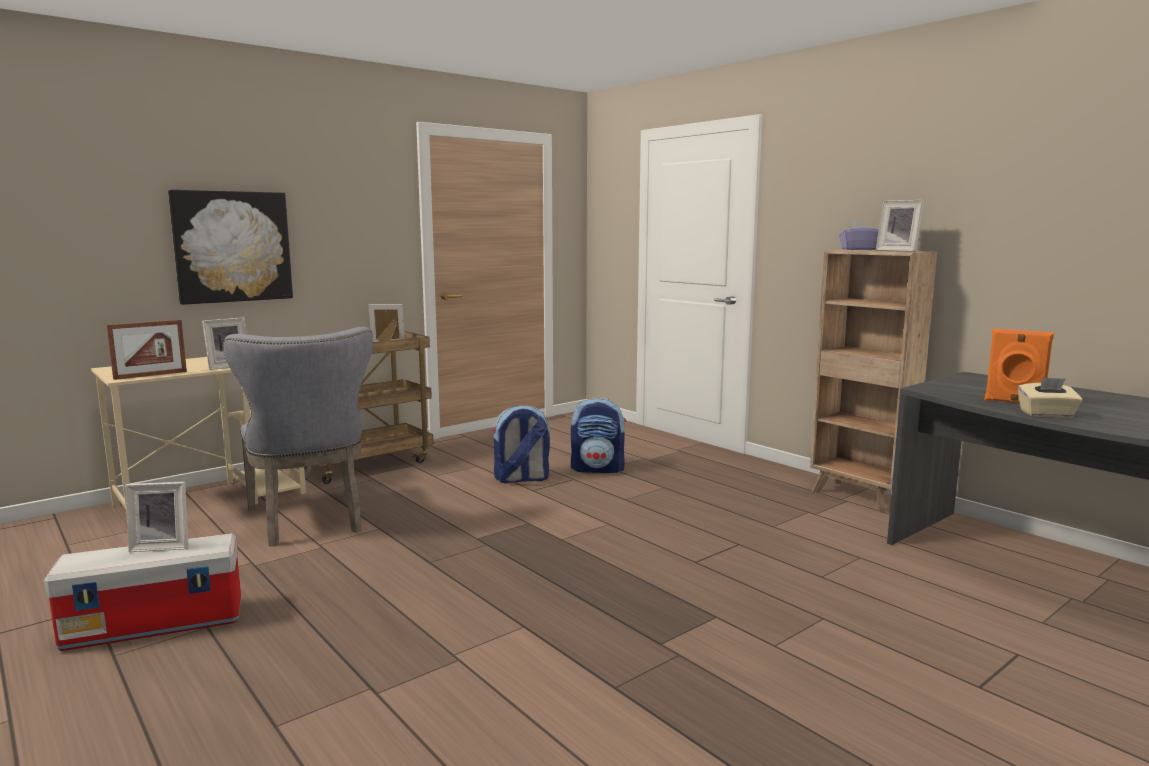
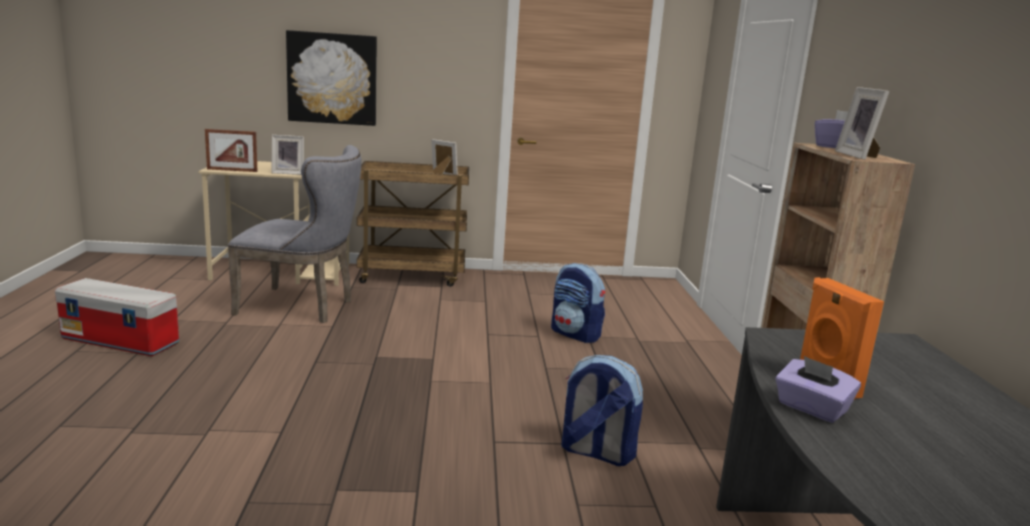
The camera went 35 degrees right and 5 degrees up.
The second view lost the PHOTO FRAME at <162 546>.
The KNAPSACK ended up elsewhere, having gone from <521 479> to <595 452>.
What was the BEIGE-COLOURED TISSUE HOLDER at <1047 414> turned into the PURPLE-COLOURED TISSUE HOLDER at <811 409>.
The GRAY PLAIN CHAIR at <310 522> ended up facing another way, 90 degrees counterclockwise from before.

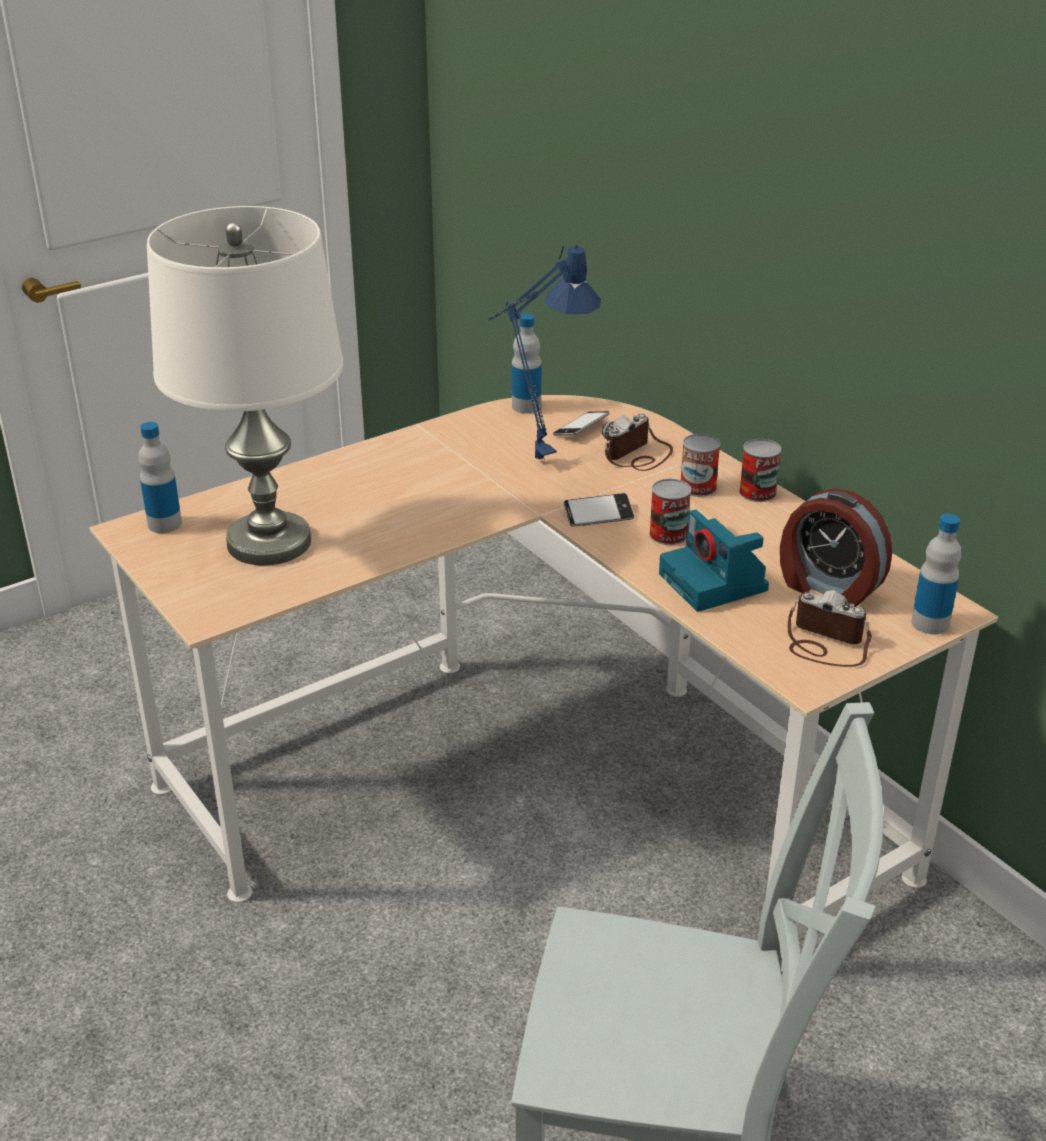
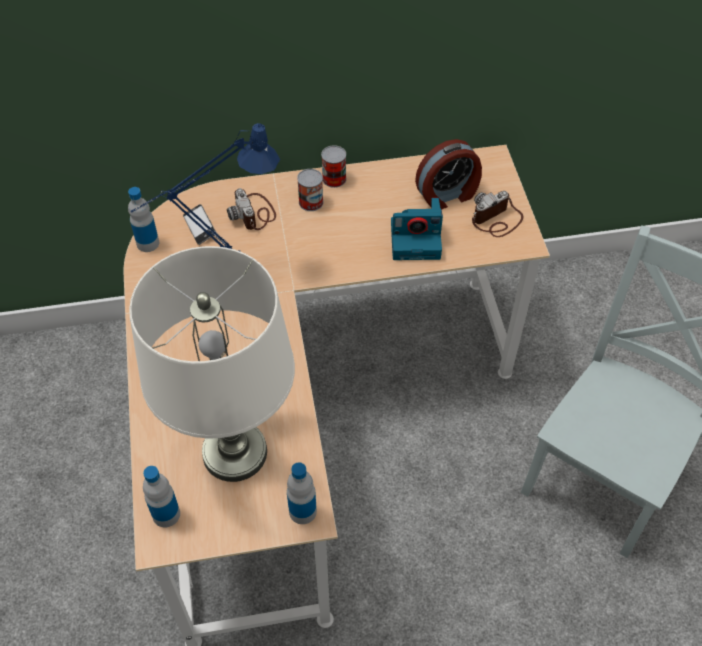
The camera went 65 degrees left and 20 degrees up.
The second view lost the PHONE at <598 515>.
The second view lost the METAL CAN at <668 534>.
The BOTTLE ended up elsewhere, having gone from <930 623> to <302 511>.

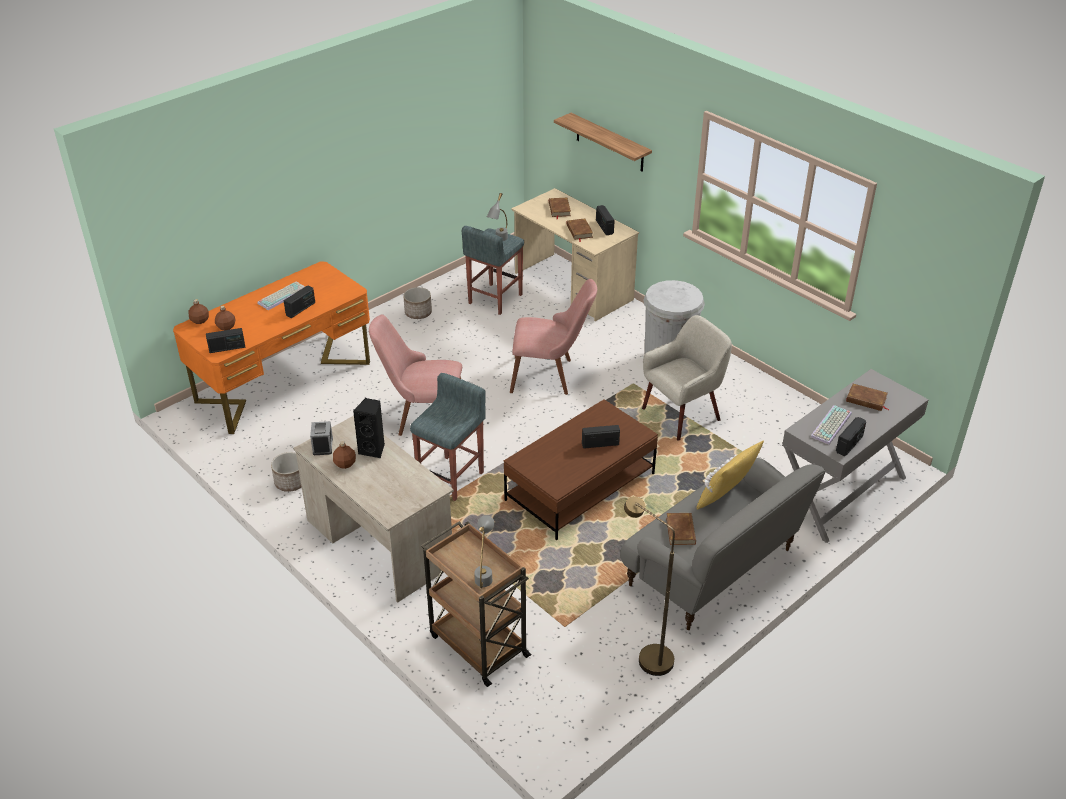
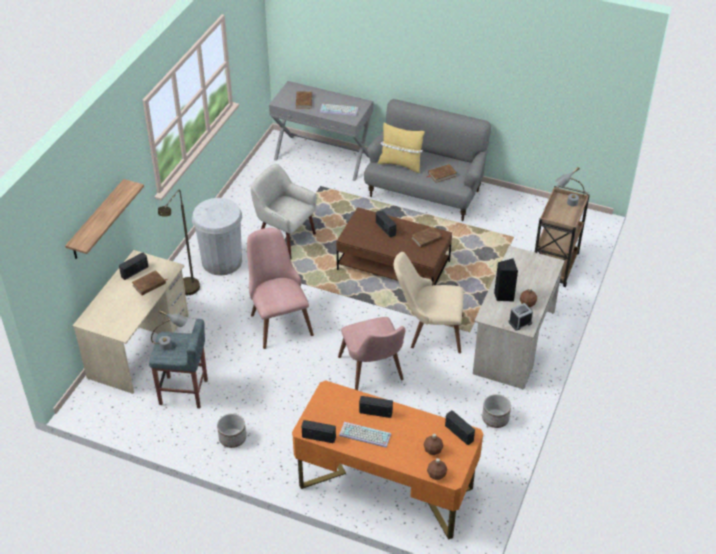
The camera went 115 degrees left and 5 degrees up.
The BROWN BOUND BOOK ended up elsewhere, having gone from <559 209> to <426 239>.
The BROWN STANDARD LAMP ended up elsewhere, having gone from <647 656> to <186 292>.
The RADIO ended up elsewhere, having gone from <849 444> to <319 437>.
Where the GRAY SITTING STOOL stood at <451 478>, the BEIGE-COLOURED PLAIN CHAIR came to stand at <428 331>.

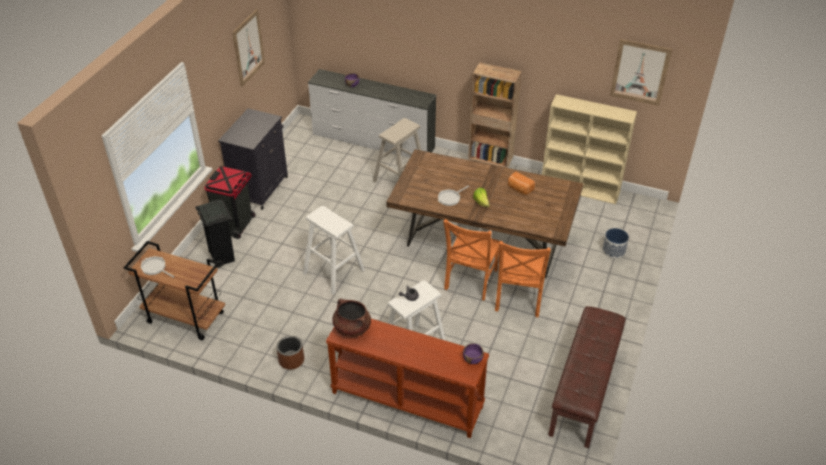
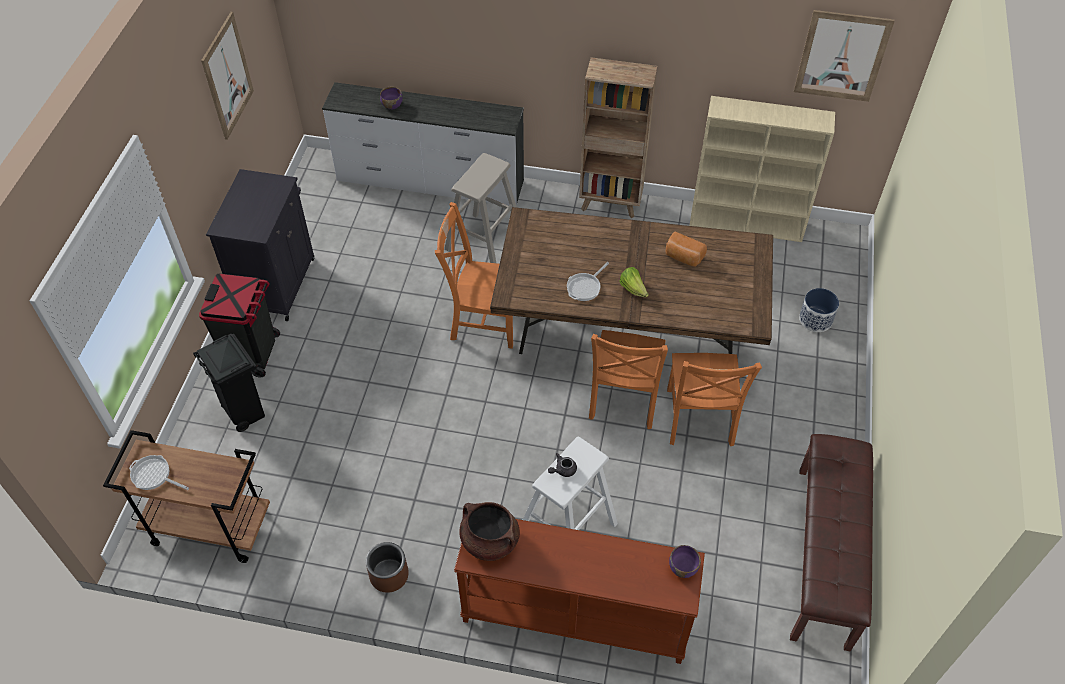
The camera went 10 degrees left and 10 degrees up.
The second view lost the WHITE SITTING STOOL at <334 271>.
The second view gained the ORANGEY PLAIN CHAIR at <483 320>.

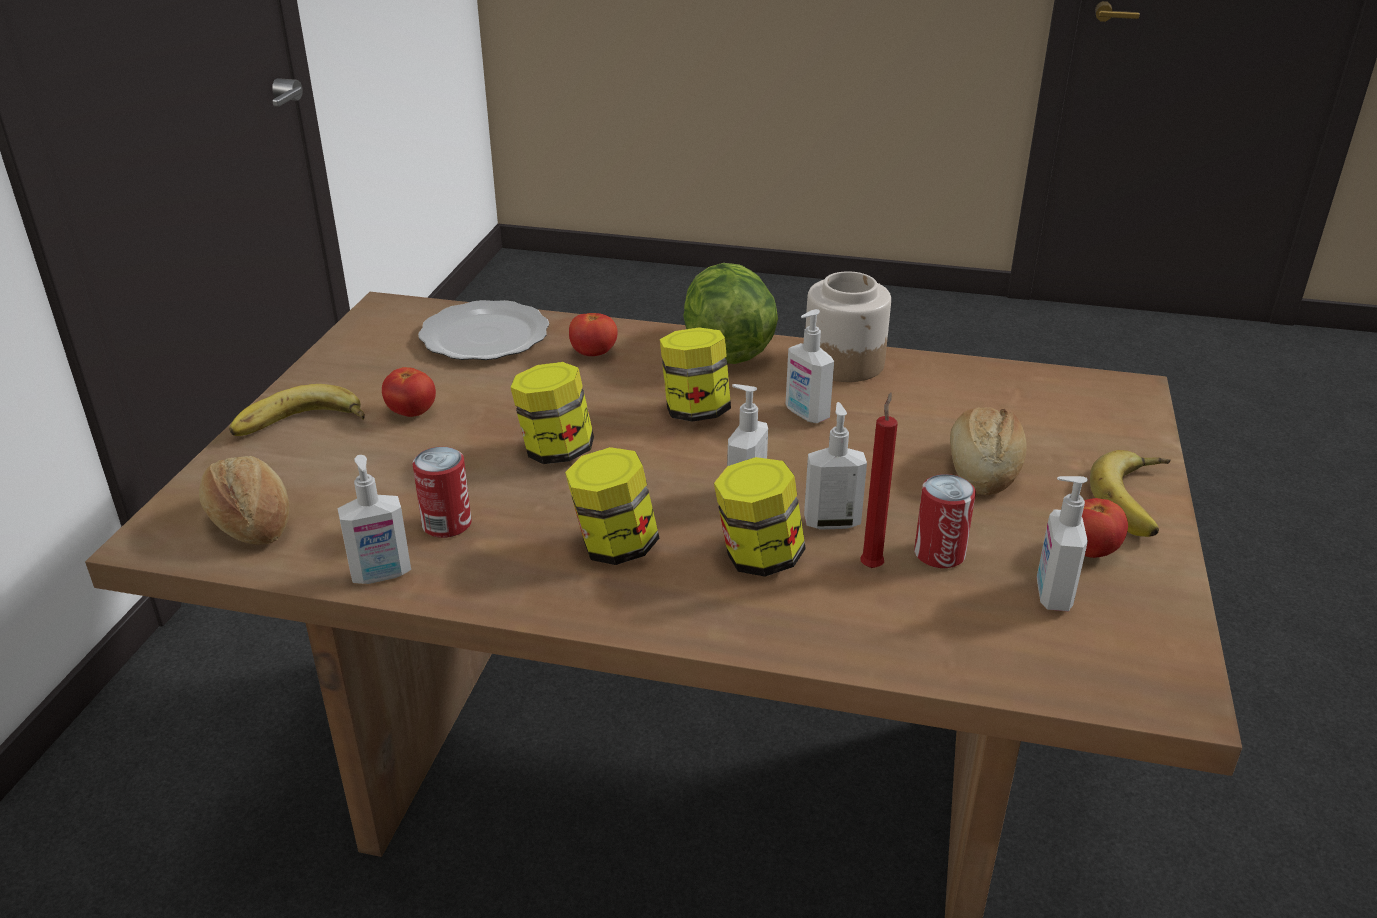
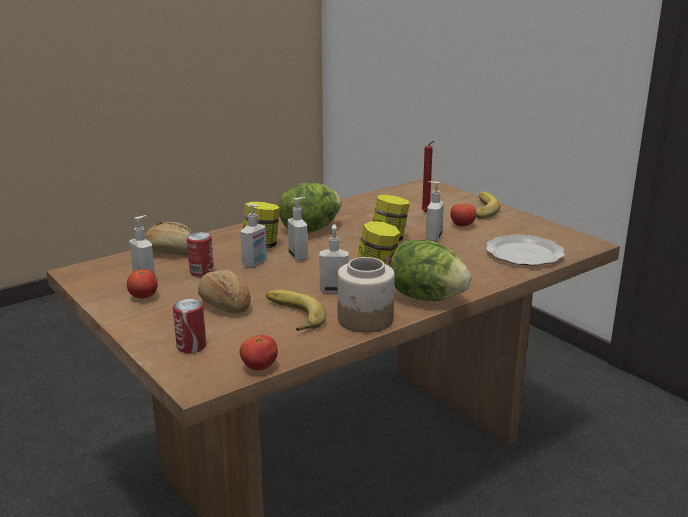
The camera went 130 degrees right and 10 degrees down.
The BAKERY BREAD ended up elsewhere, having gone from <249 521> to <169 252>.
The SOAP BOTTLE ended up elsewhere, having gone from <381 575> to <433 237>.
The METAL CAN ended up elsewhere, having gone from <447 524> to <191 346>.
The FRESH TOMATO ended up elsewhere, having gone from <594 354> to <259 367>.
The RED WAX CANDLE ended up elsewhere, having gone from <872 565> to <426 213>.
The BANANA ended up elsewhere, having gone from <1141 501> to <290 316>.
Where the STORAGE JAR stood at <614 547>, the LETTUCE HEAD came to stand at <310 230>.

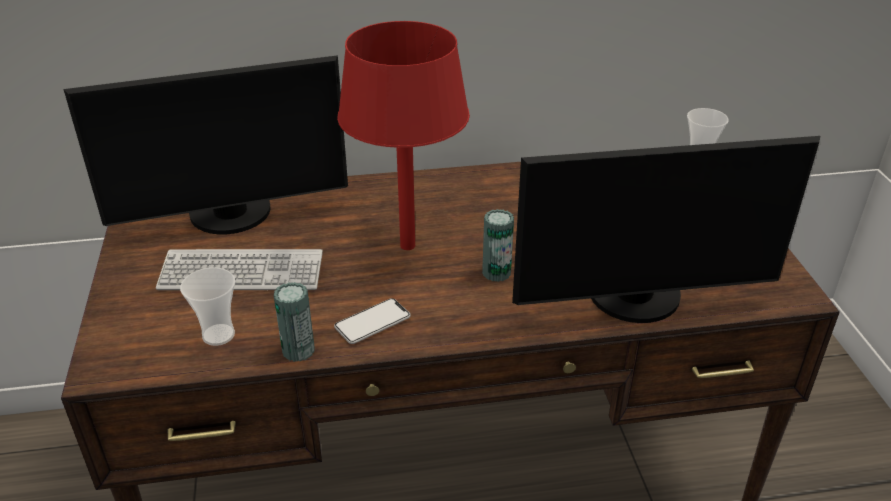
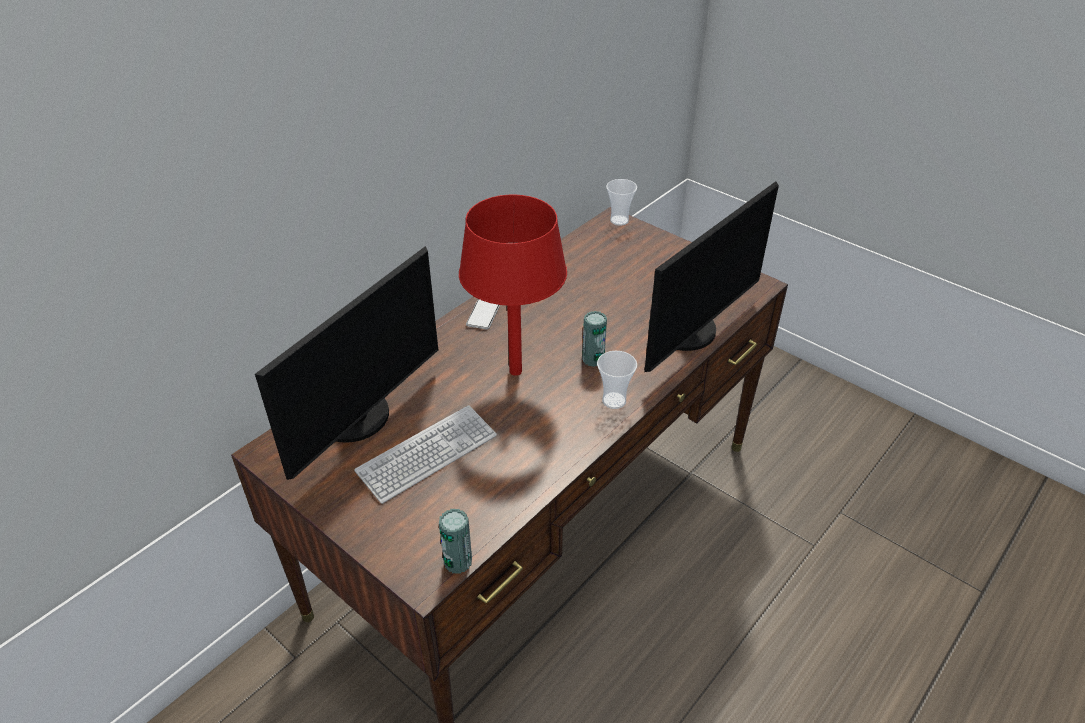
The camera went 40 degrees left and 5 degrees up.
The SMALL CUP ended up elsewhere, having gone from <218 335> to <614 400>.
The METAL CAN ended up elsewhere, having gone from <298 350> to <458 561>.
The PHONE ended up elsewhere, having gone from <372 322> to <484 313>.

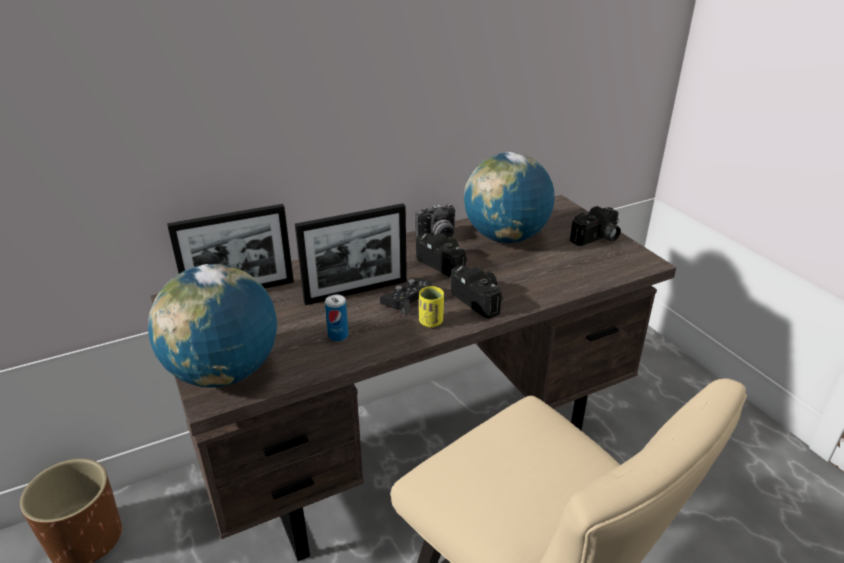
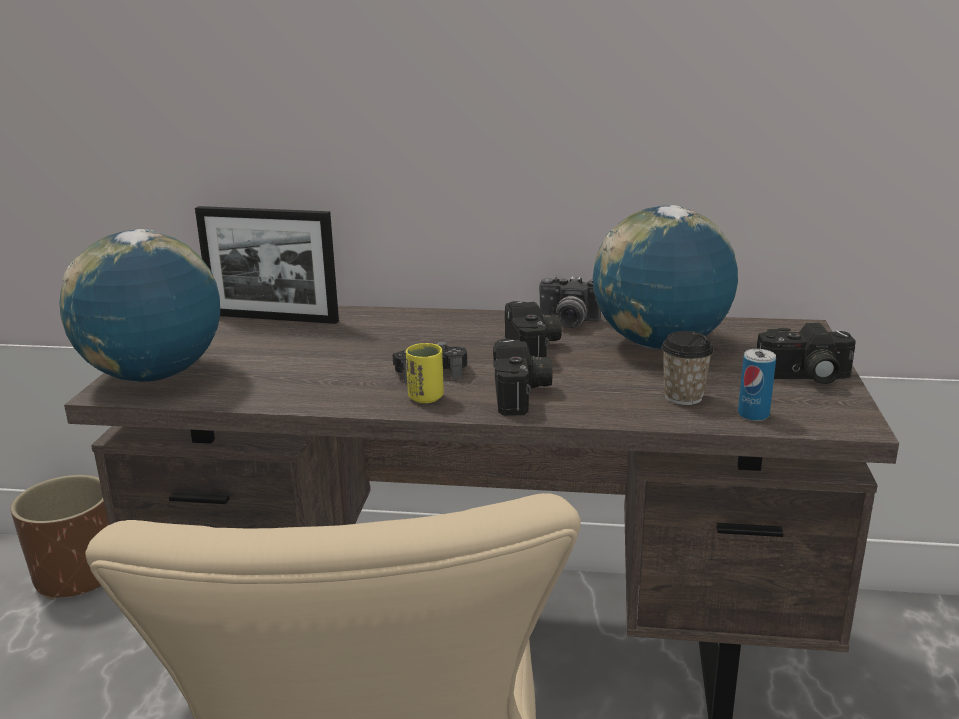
The camera went 35 degrees right and 10 degrees down.
The second view lost the PHOTO FRAME at <356 291>.
The second view gained the SMALL CUP at <683 397>.
The METAL CAN ended up elsewhere, having gone from <338 336> to <753 415>.

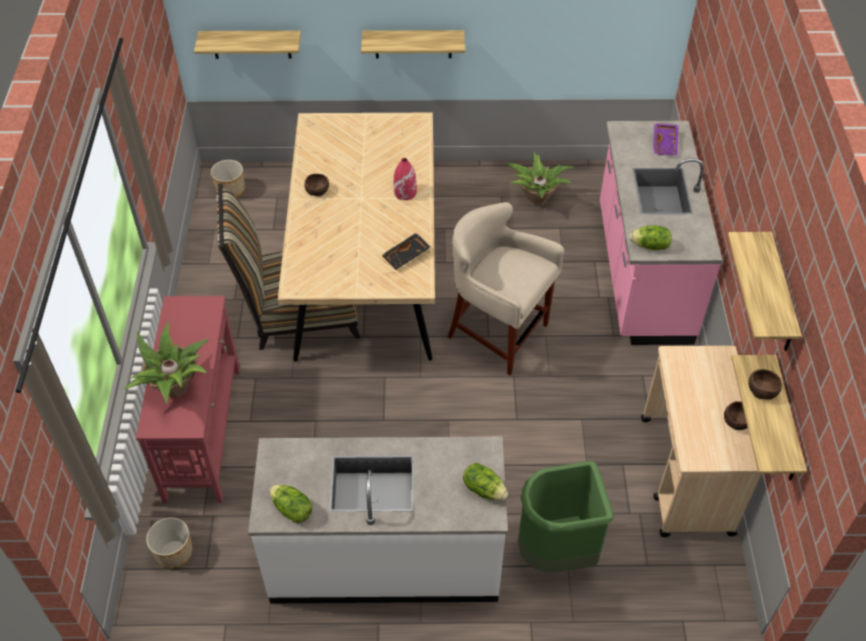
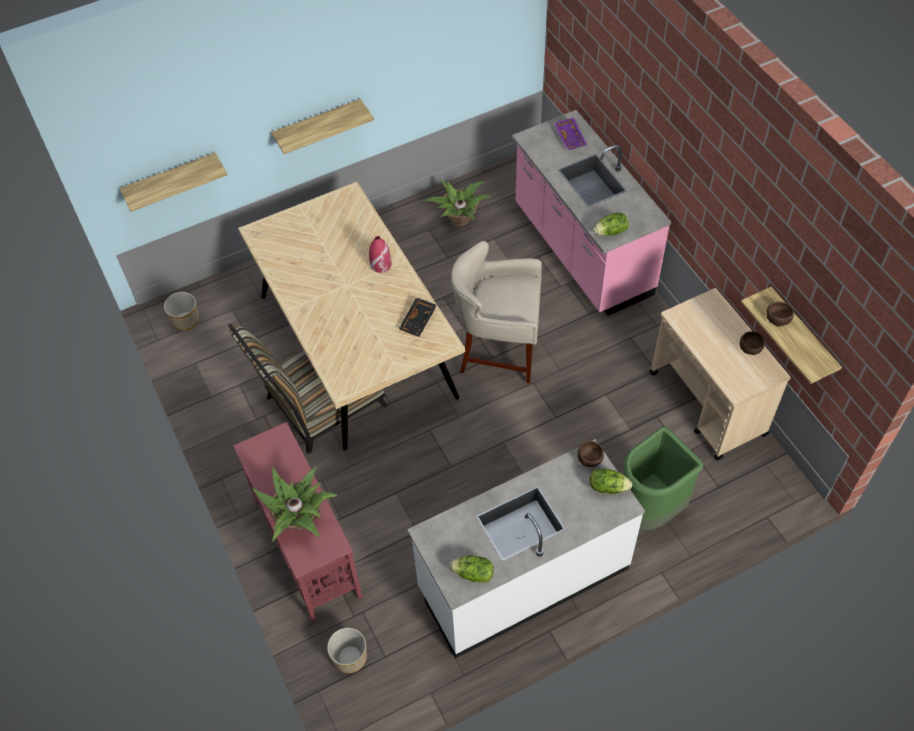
The camera went 25 degrees left and 5 degrees up.
The second view lost the SHELF at <780 296>.
The BROWN BOWL ended up elsewhere, having gone from <318 190> to <590 458>.

